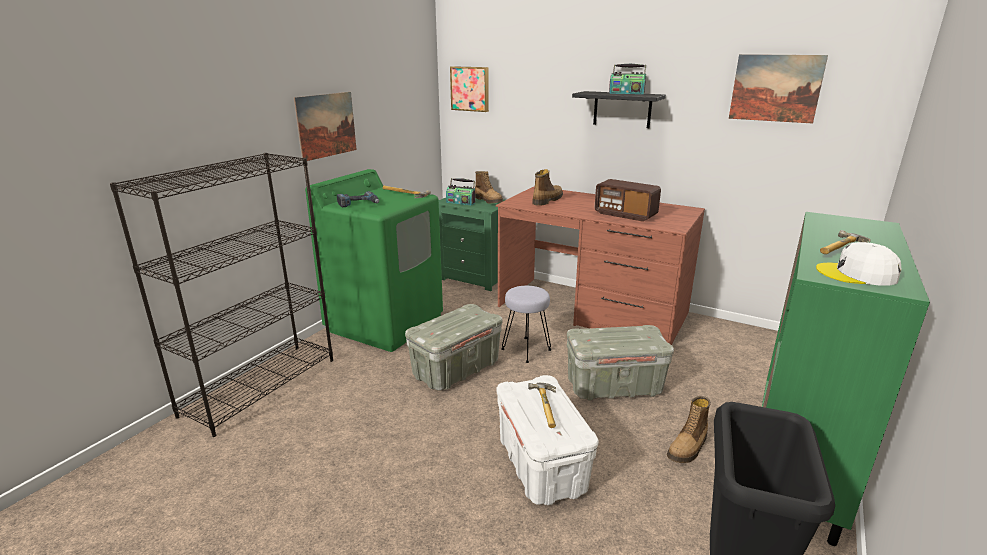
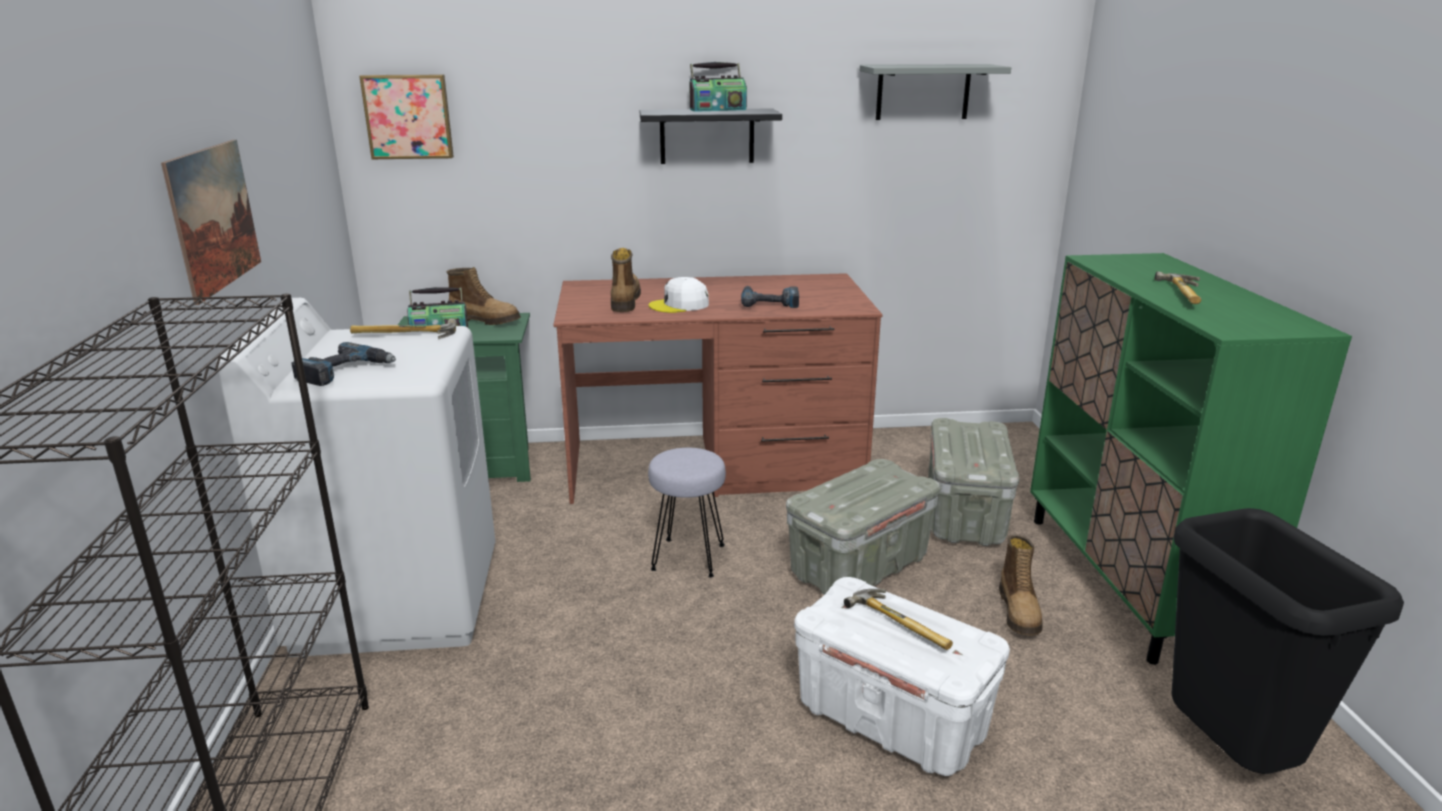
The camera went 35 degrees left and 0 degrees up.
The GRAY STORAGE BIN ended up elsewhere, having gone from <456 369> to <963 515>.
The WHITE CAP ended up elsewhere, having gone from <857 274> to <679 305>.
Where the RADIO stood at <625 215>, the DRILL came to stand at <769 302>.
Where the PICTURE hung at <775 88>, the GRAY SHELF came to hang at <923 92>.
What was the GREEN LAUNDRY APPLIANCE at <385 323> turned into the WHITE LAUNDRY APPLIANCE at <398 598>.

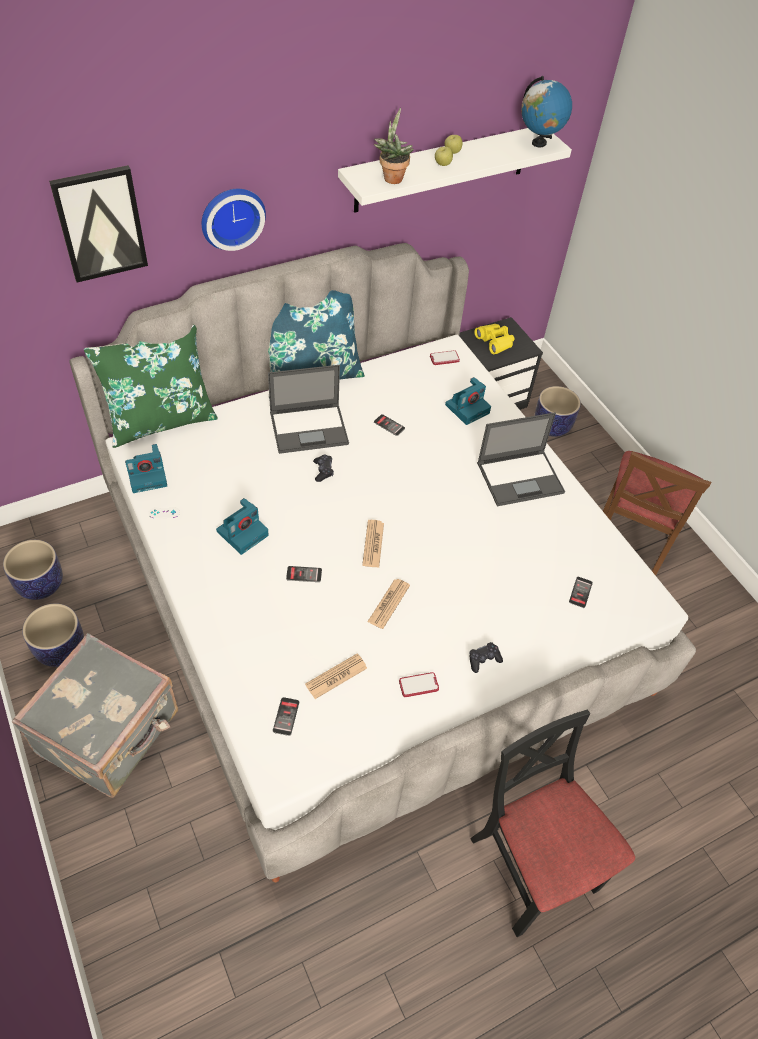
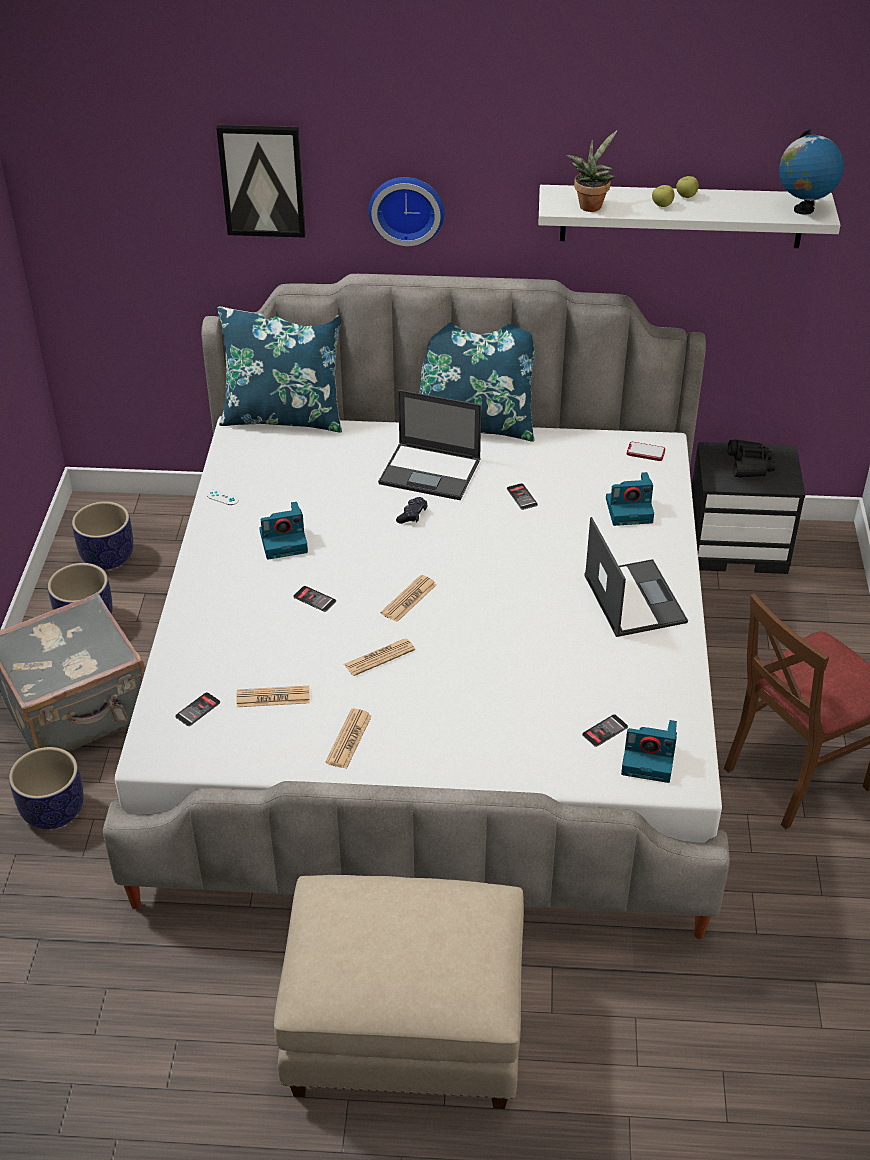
The camera went 35 degrees right and 10 degrees down.
The second view lost the BLACK-COLOURED GAMEPAD at <483 659>.
The STILL CAMERA ended up elsewhere, having gone from <148 475> to <650 759>.
The PLANTER ended up elsewhere, having gone from <552 426> to <54 811>.
Where the PHONE stood at <418 685>, the NEWSPAPER came to stand at <349 739>.
Where the BLACK-COLOURED PLAIN CHAIR stood at <531 866>, the BEIGE-COLOURED OTTOMAN came to stand at <406 1028>.
What was the GREEN THROW PILLOW at <161 420> turned into the BLUE THROW PILLOW at <284 416>.
What was the YELLOW BINOCULARS at <495 342> turned into the BLACK-COLOURED BINOCULARS at <749 465>.
The PORTABLE COMPUTER at <521 477> ended up facing another way, 120 degrees counterclockwise from before.

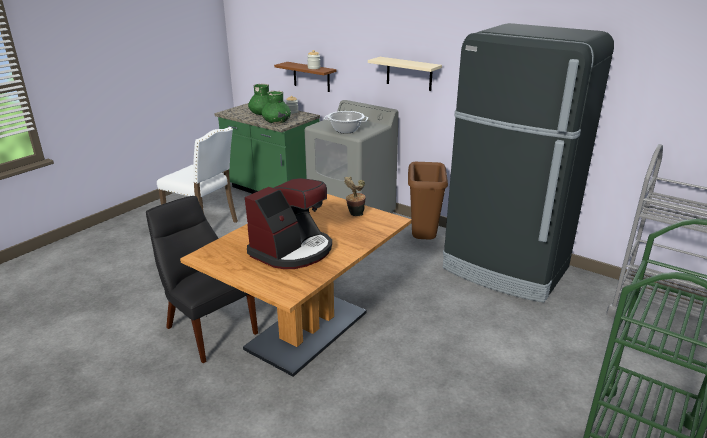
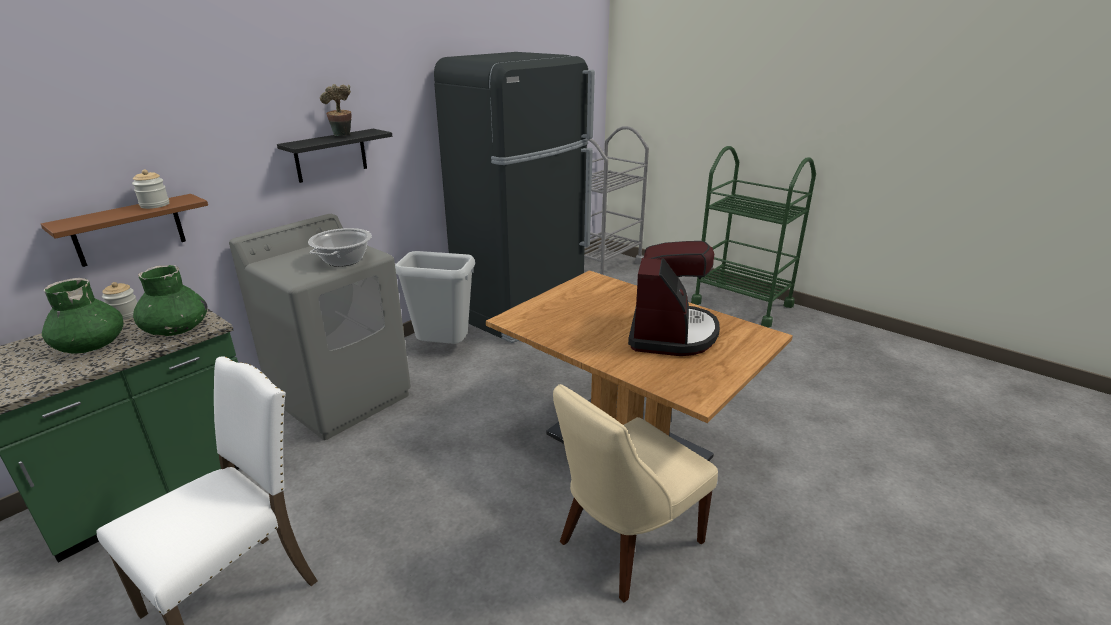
The camera went 85 degrees left and 0 degrees up.
The HOUSEPLANT ended up elsewhere, having gone from <355 214> to <342 136>.
What was the BLACK-COLOURED PLAIN CHAIR at <208 328> turned into the BEIGE-COLOURED PLAIN CHAIR at <625 544>.
What was the BEIGE-COLOURED SHELF at <409 73> turned into the BLACK-COLOURED SHELF at <331 155>.
What was the BROWN WASTE BIN at <422 240> turned into the GRAY WASTE BIN at <442 349>.
The COFFEE BREWER at <292 250> ended up facing another way, 60 degrees clockwise from before.

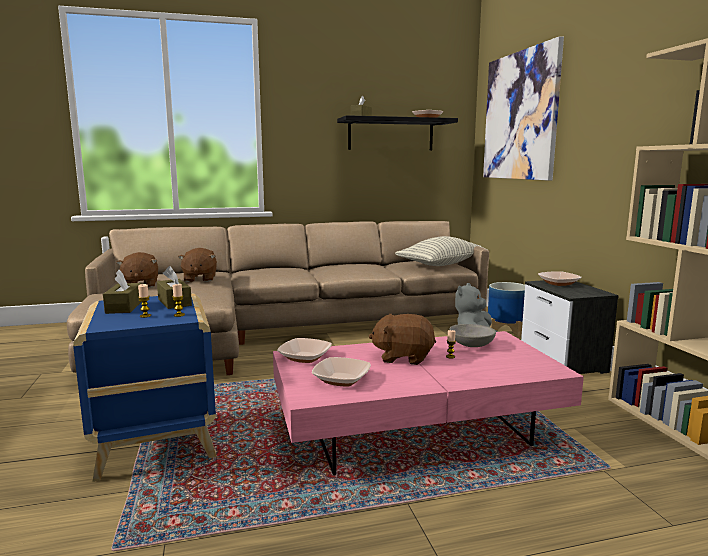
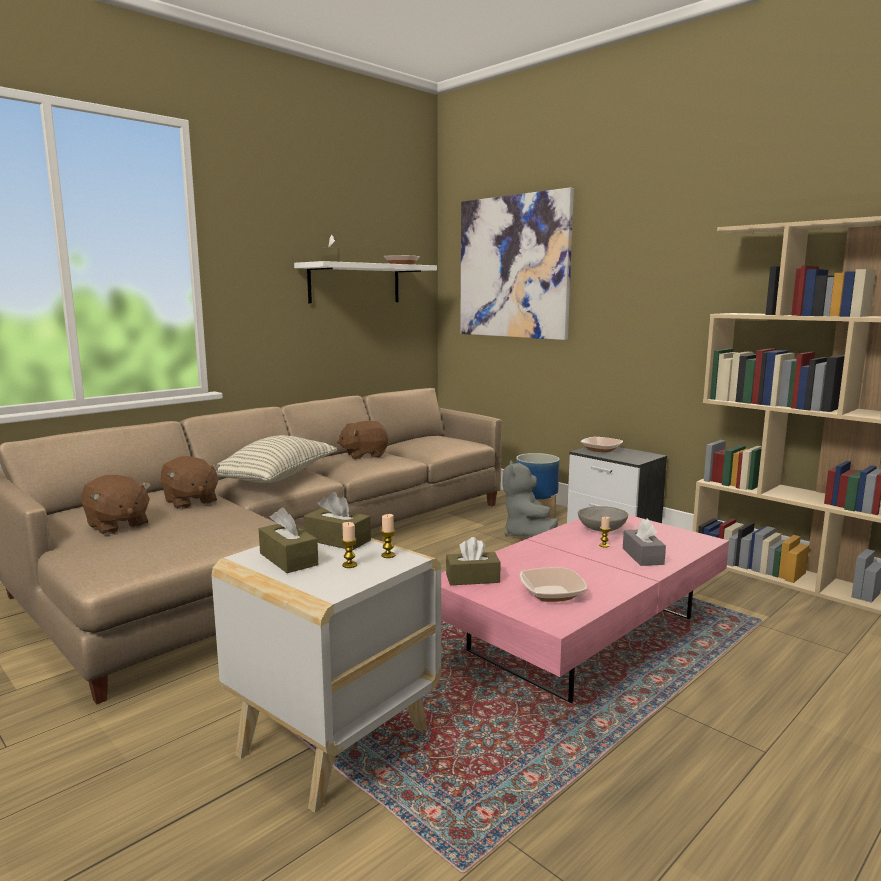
The camera went 30 degrees left and 0 degrees up.
The second view gained the GRAY TISSUE HOLDER at <642 556>.
The BROWN PLUSH TOY ended up elsewhere, having gone from <403 357> to <364 455>.
The THROW PILLOW ended up elsewhere, having gone from <441 264> to <276 478>.
Where the BOWL stood at <305 357>, the BROWN TISSUE HOLDER came to stand at <472 578>.
What was the BLUE END TABLE at <154 447> turned into the WHITE END TABLE at <332 743>.
What was the BLACK-COLOURED SHELF at <391 135> turned into the WHITE SHELF at <355 283>.

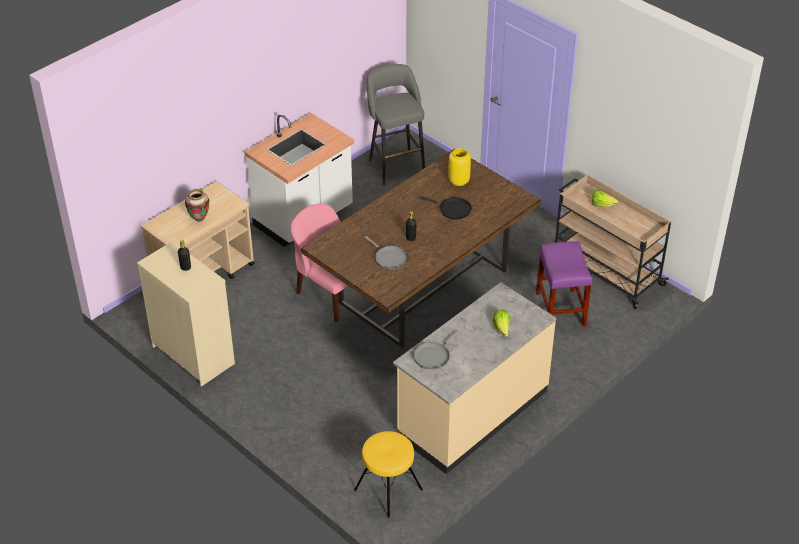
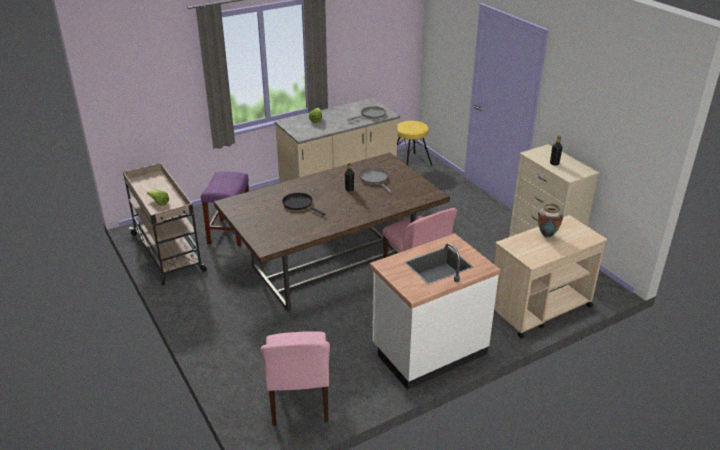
The camera went 165 degrees left and 10 degrees down.
The second view lost the YELLOW FLOWER VASE at <458 181>.
Where the GRAY SITTING STOOL stood at <395 165>, the PINKISH PLAIN CHAIR came to stand at <299 399>.

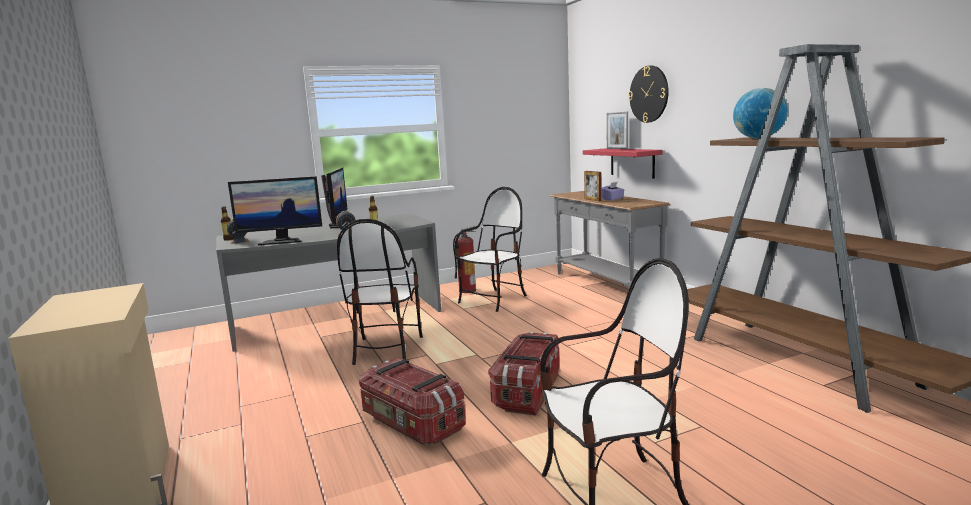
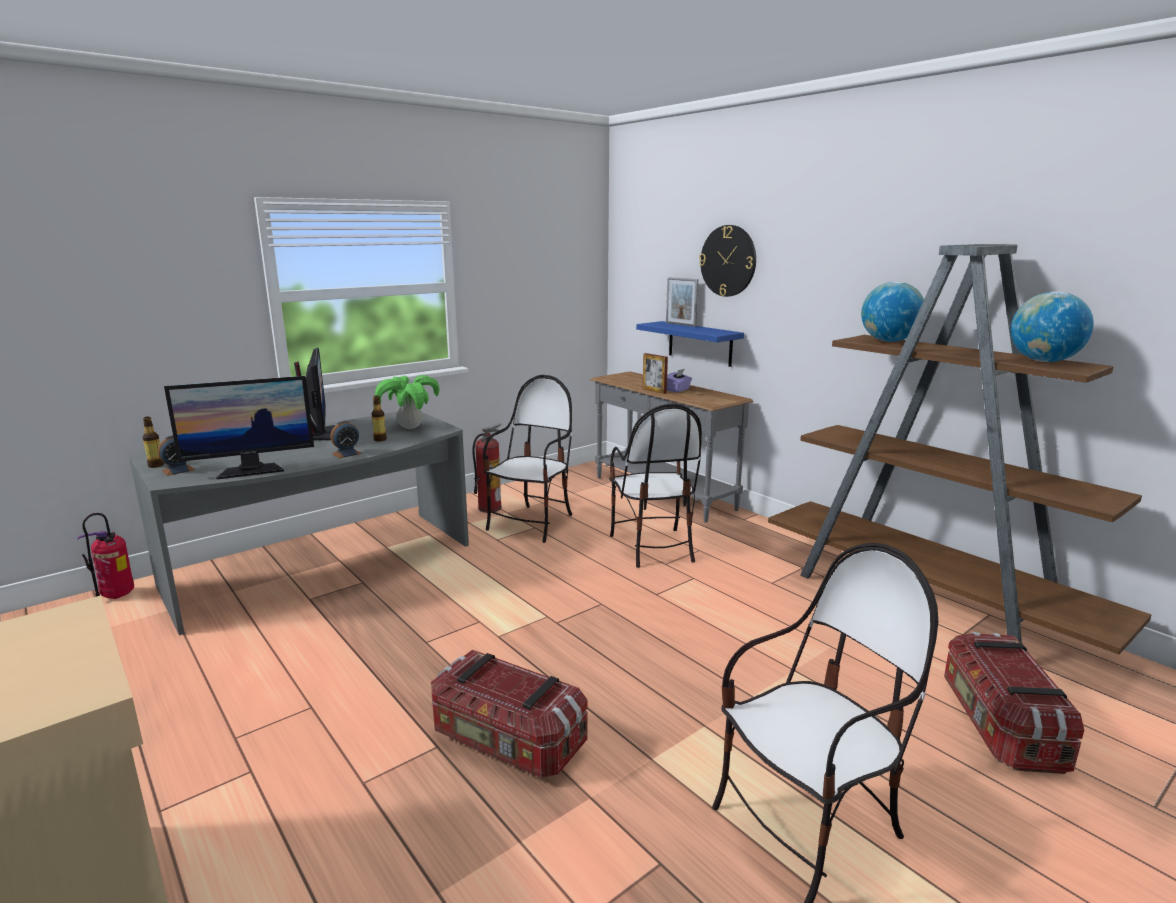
The camera went 15 degrees left and 5 degrees up.
The second view gained the FIRE-FIGHTING CYLINDER at <117 596>.
The second view gained the HOUSEPLANT at <410 428>.
The second view gained the DESK GLOBE at <1043 361>.
The PLAIN CHAIR ended up elsewhere, having gone from <386 349> to <652 547>.
The STORAGE BIN ended up elsewhere, having gone from <527 391> to <999 725>.
What was the RED SHELF at <632 162> turned into the BLUE SHELF at <700 343>.

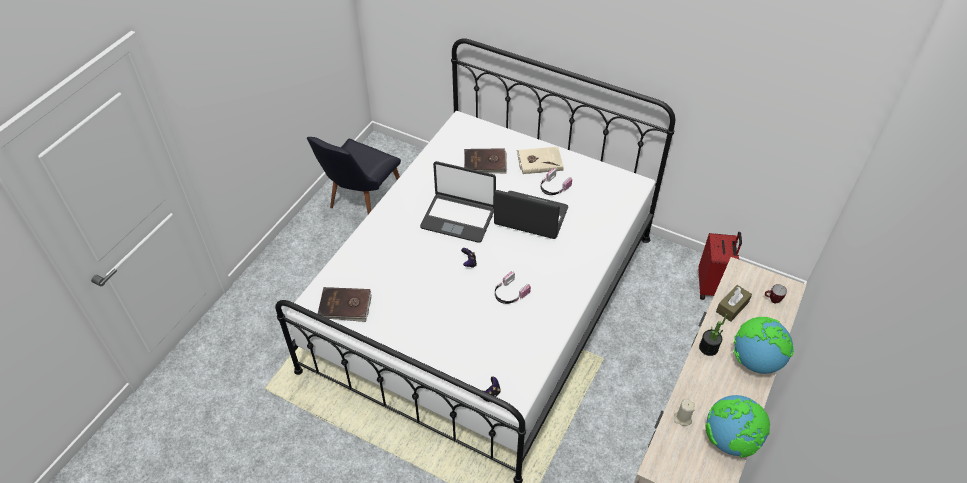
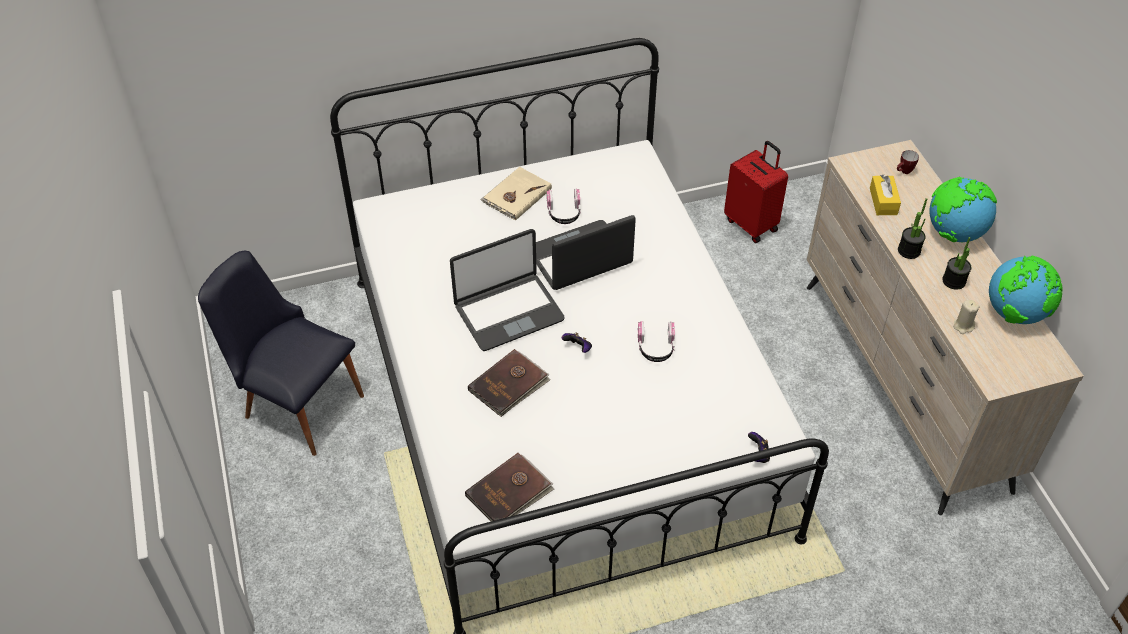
The camera went 45 degrees left and 0 degrees up.
The second view gained the HOUSEPLANT at <954 281>.
The BROWN BOUND BOOK ended up elsewhere, having gone from <485 163> to <509 385>.
What was the BROWN TISSUE HOLDER at <732 307> turned into the YELLOW TISSUE HOLDER at <883 201>.
The BLACK-COLOURED PLAIN CHAIR at <361 203> ended up facing another way, 135 degrees clockwise from before.

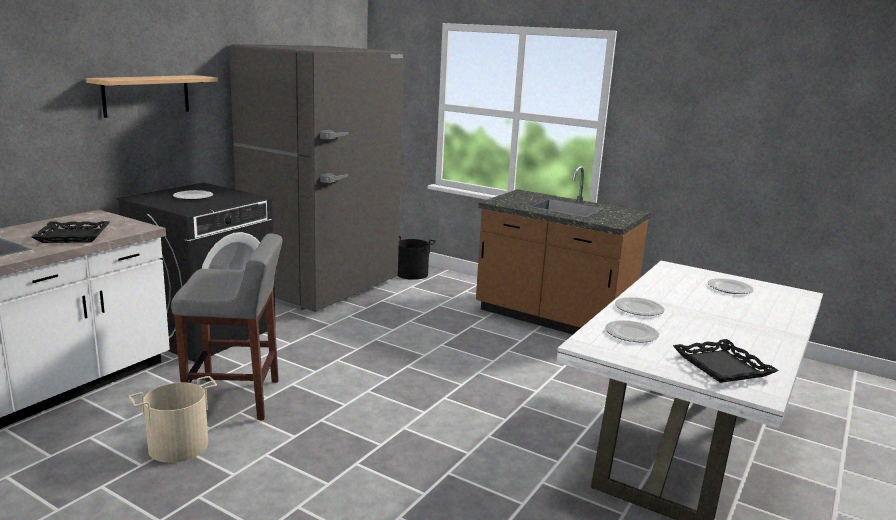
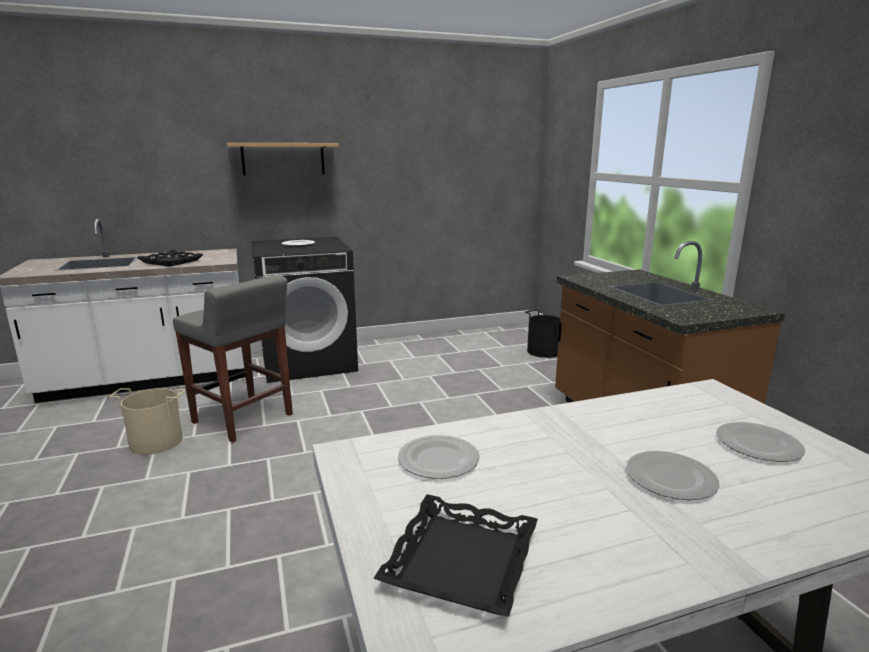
The camera went 40 degrees right and 0 degrees up.
The second view lost the GRAY FRIDGE at <322 288>.
The DINNER PLATE ended up elsewhere, having gone from <638 309> to <669 477>.

